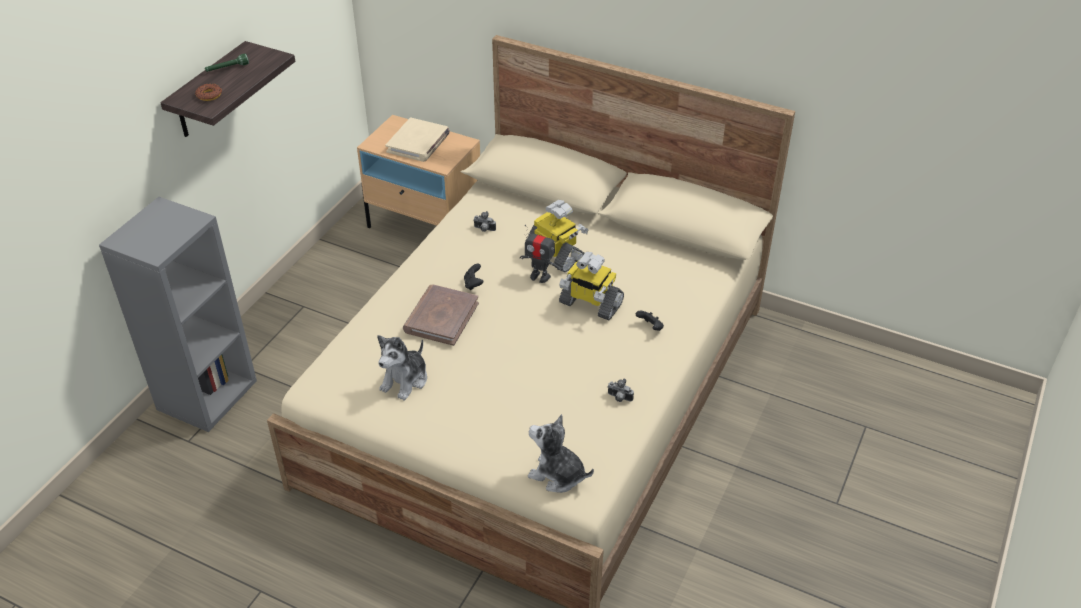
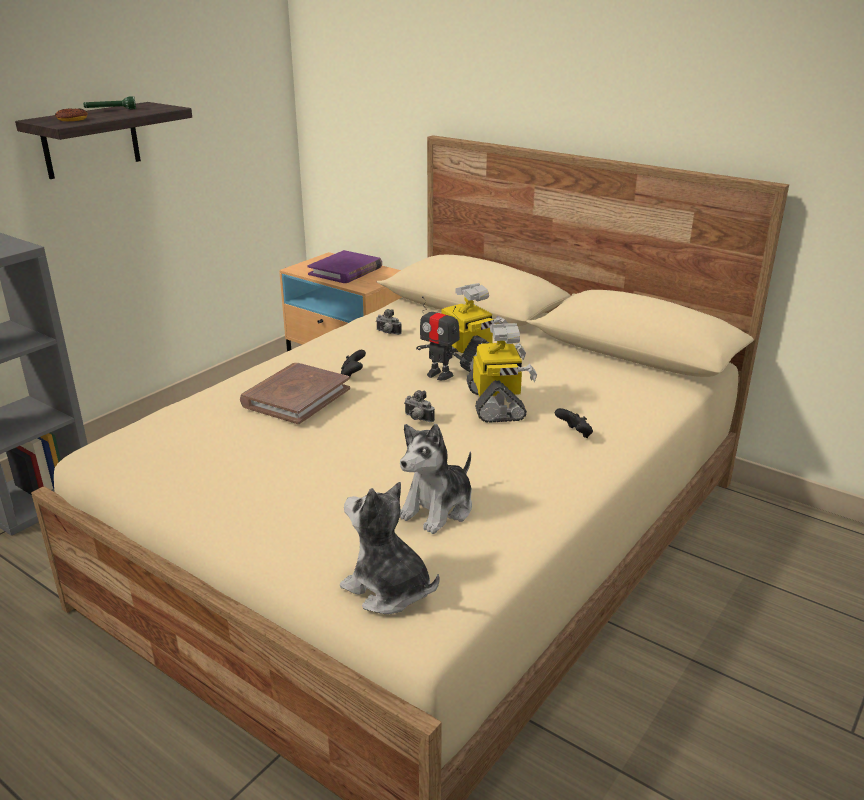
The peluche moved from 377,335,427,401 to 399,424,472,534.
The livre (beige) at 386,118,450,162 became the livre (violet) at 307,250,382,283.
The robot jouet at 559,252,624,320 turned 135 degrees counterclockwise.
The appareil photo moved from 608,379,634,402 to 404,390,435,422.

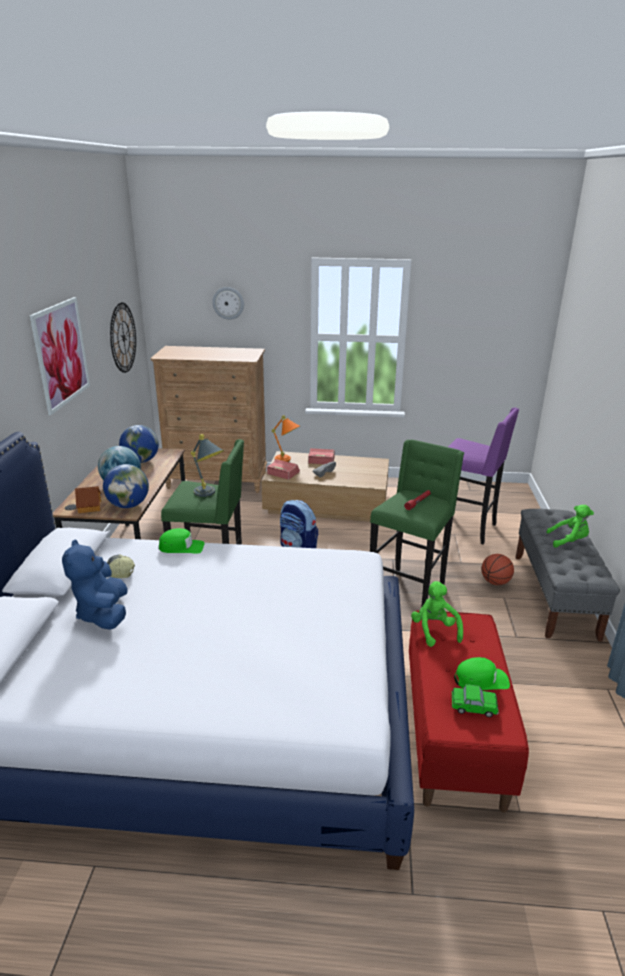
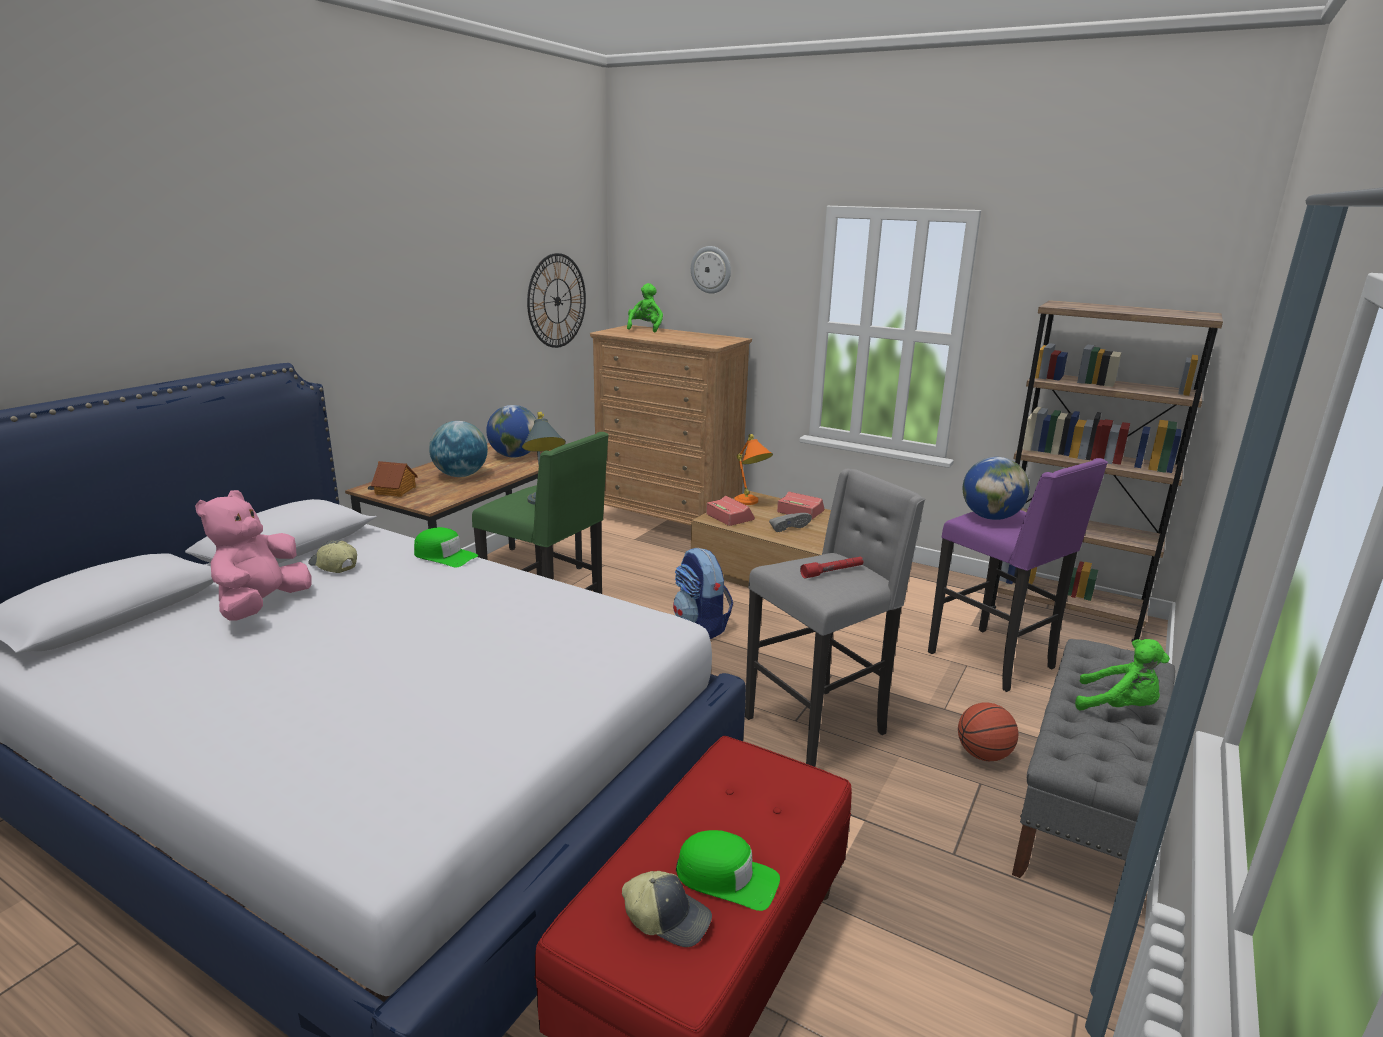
The tableau at 29,297,90,415 disappeared.
The peluche (bleu) at 62,539,128,630 became the peluche (rose) at 195,490,312,621.
The globe moved from 103,464,149,508 to 963,457,1030,520.
The tabouret (vert) at 370,440,464,608 became the tabouret (gris) at 745,469,925,767.
The peluche (vert) moved from 411,581,463,647 to 627,283,663,333.
The petite voiture at 452,684,499,717 was replaced by the casquette at 622,871,712,947.
The bibliothèque (marron) at 991,300,1223,642 appeared.

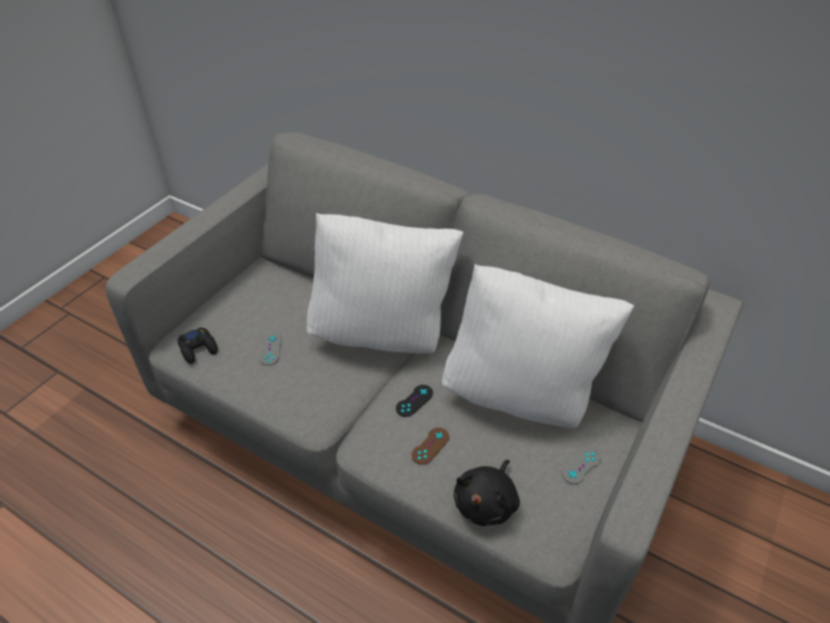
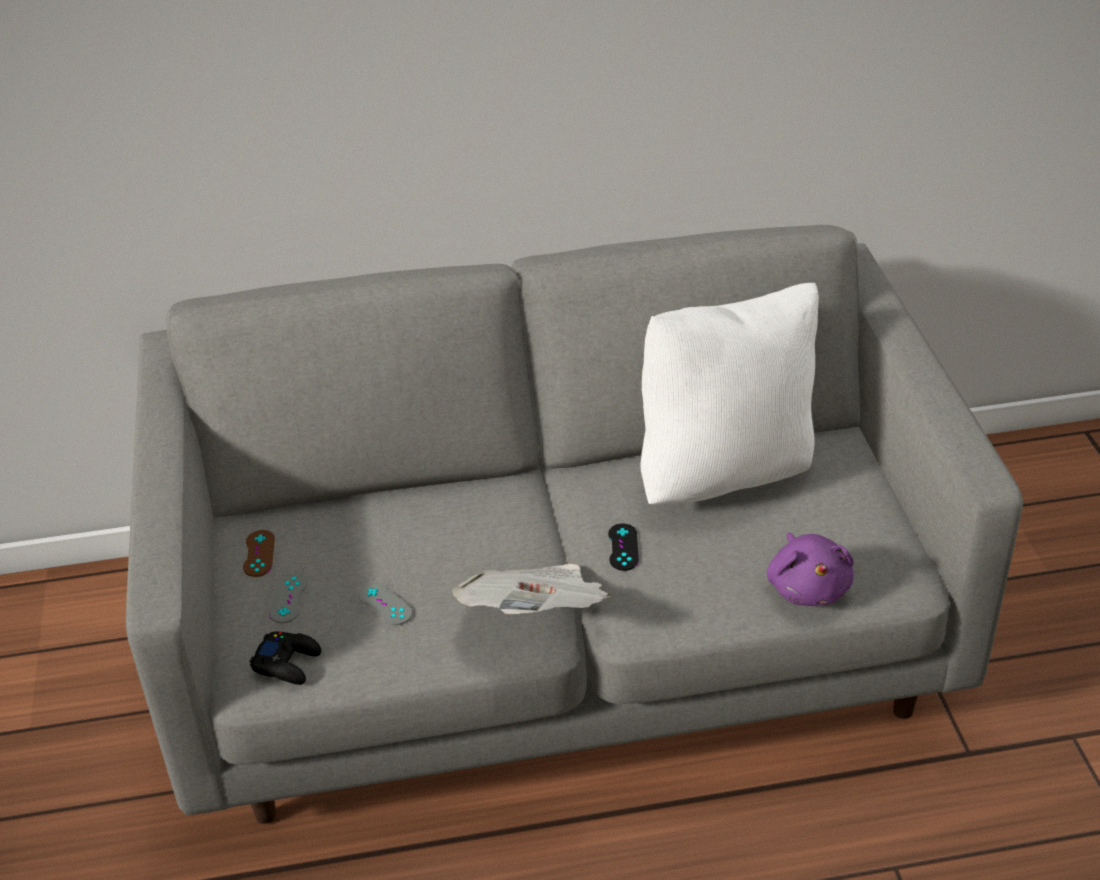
The coussin (blanc) at 307,213,464,354 disappeared.
The manette (marron) moved from 412,428,449,465 to 243,530,275,577.
The peluche (noir) at 453,460,520,526 became the peluche (violet) at 767,533,854,606.
The manette (gris) moved from 562,448,601,484 to 269,573,307,623.
The journal at 452,564,610,614 appeared.

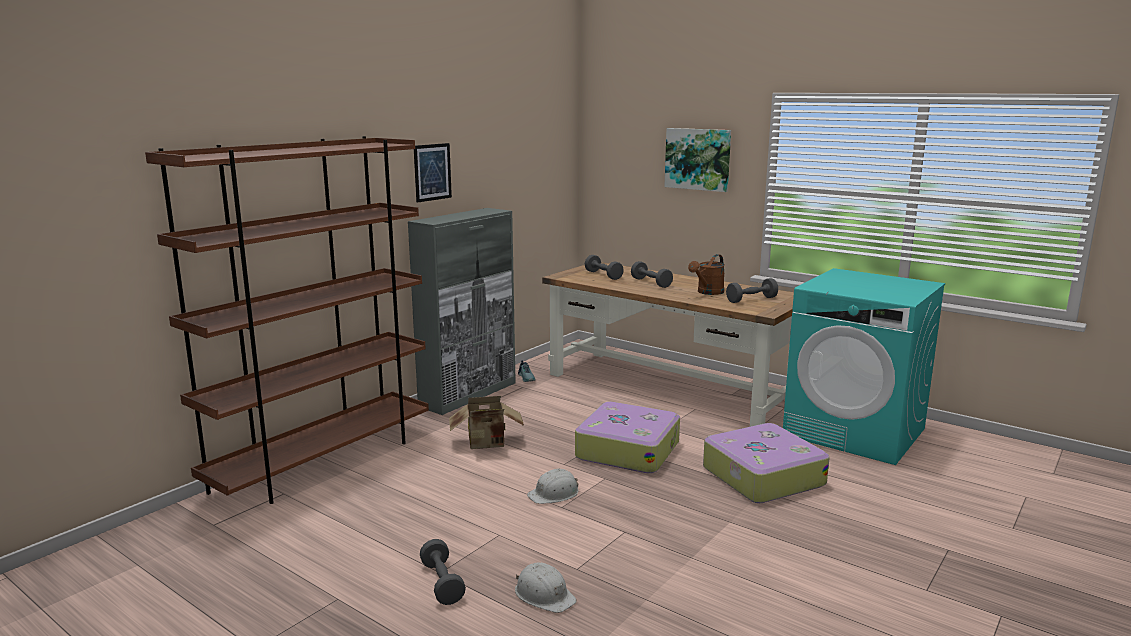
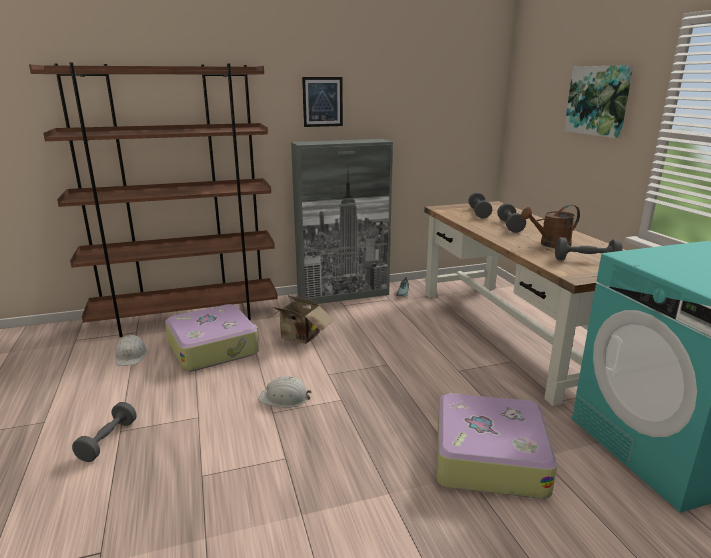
The casque de chantier (blanc) moved from 515,563,577,613 to 115,335,148,366.
The valise moved from 575,402,680,473 to 165,304,259,372.

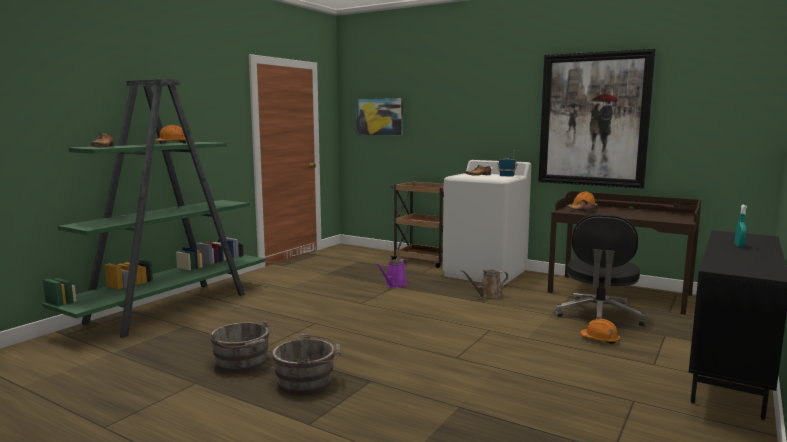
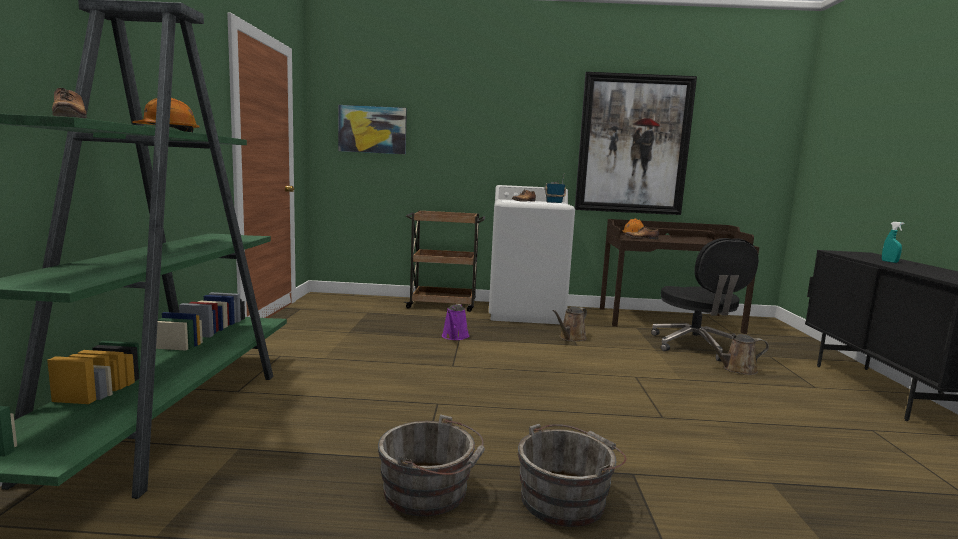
The casque de chantier (orange) at 580,319,620,344 was replaced by the arrosoir (marron) at 699,328,769,375.

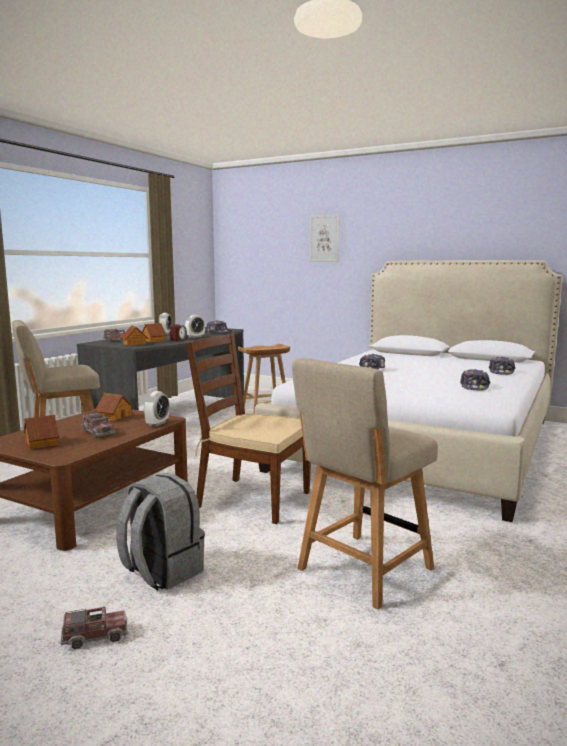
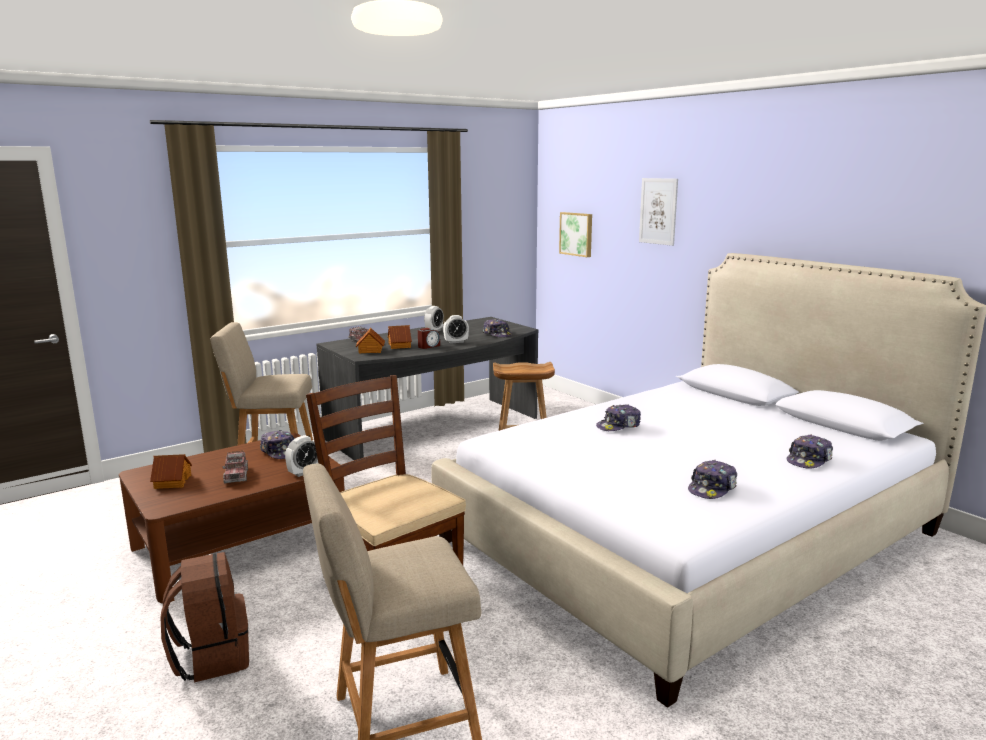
The camion jouet at 60,606,128,649 disappeared.
The maison miniature at 95,393,134,421 was replaced by the casquette at 260,430,295,459.
The sac à dos (gris) at 116,473,205,591 became the sac à dos (marron) at 160,552,249,683.
The tableau at 559,212,592,257 appeared.

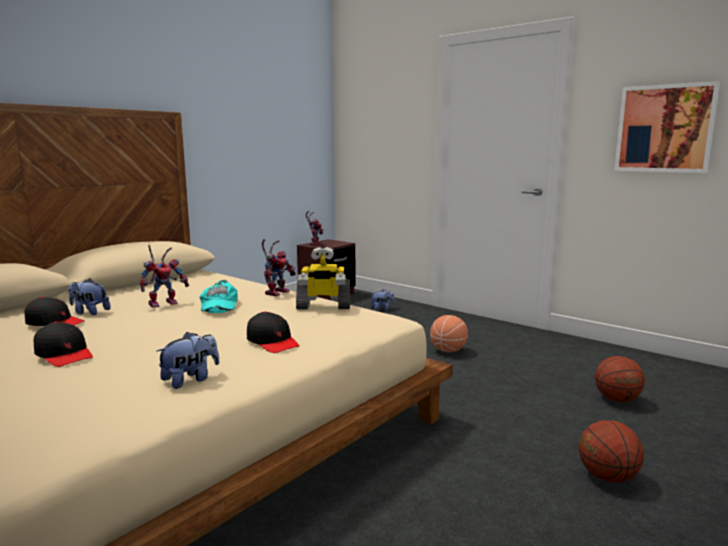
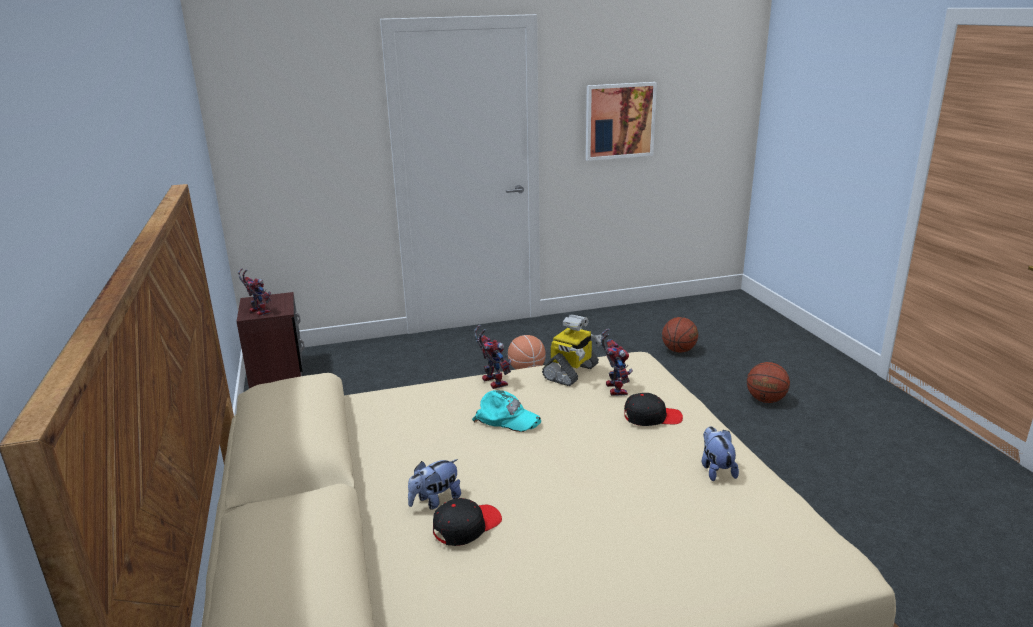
The casquette (noir) at 34,321,93,367 disappeared.
The robot jouet moved from 140,245,189,308 to 601,328,633,396.
The peluche at 370,289,395,311 disappeared.

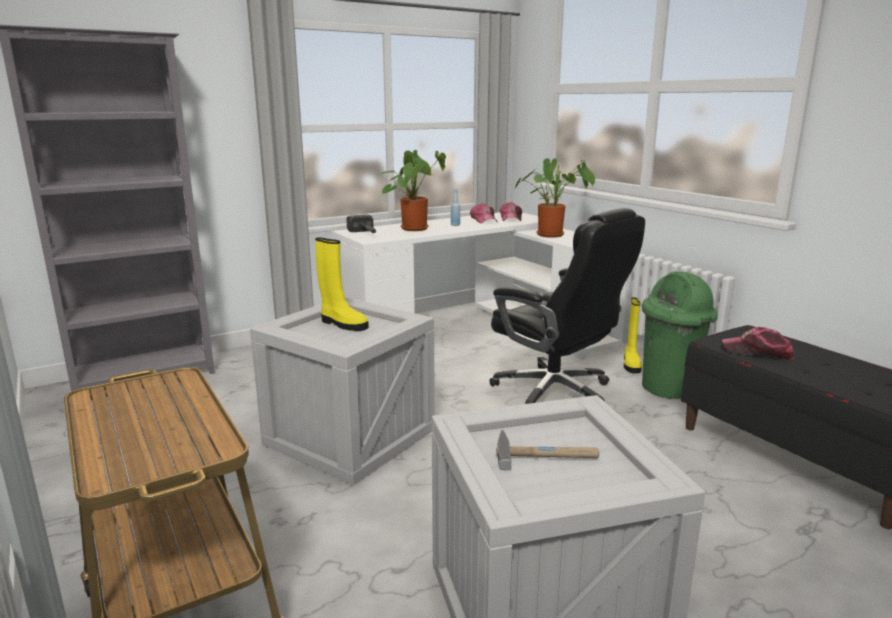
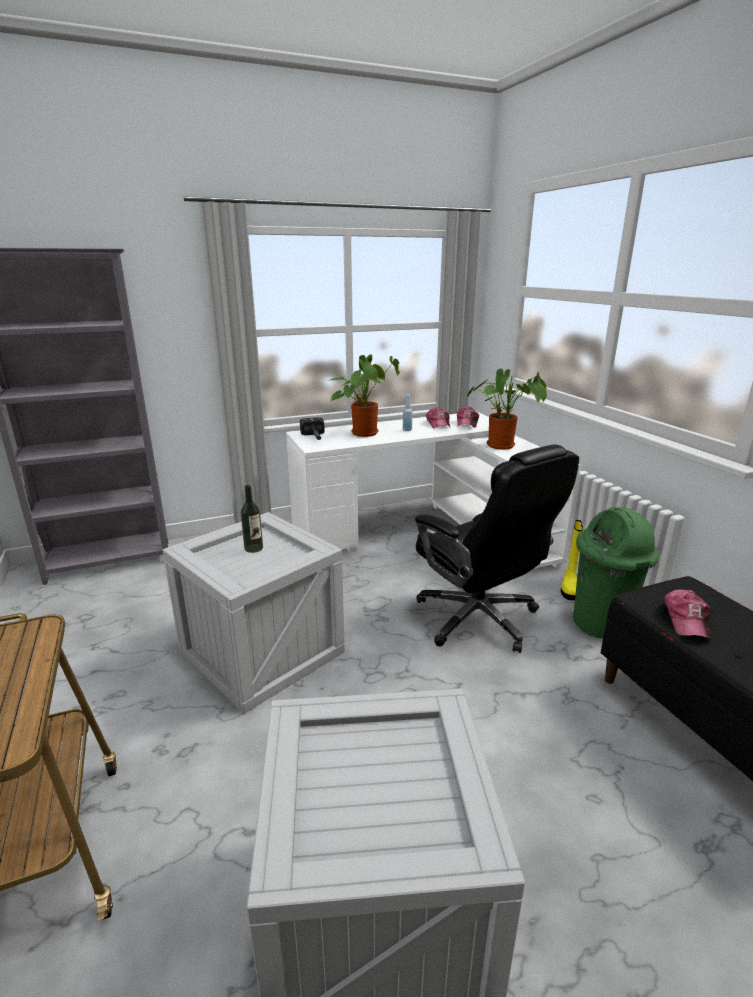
The botte (jaune) at 315,238,369,331 was replaced by the bouteille at 241,485,263,553.
The marteau at 496,430,599,470 disappeared.
The casquette at 722,327,795,359 turned 105 degrees counterclockwise.

